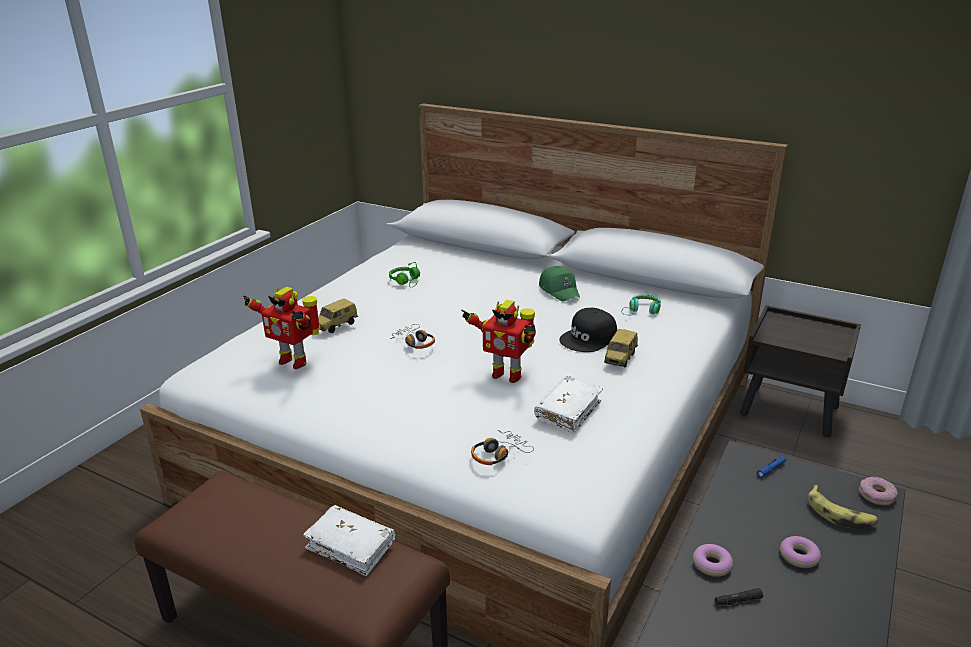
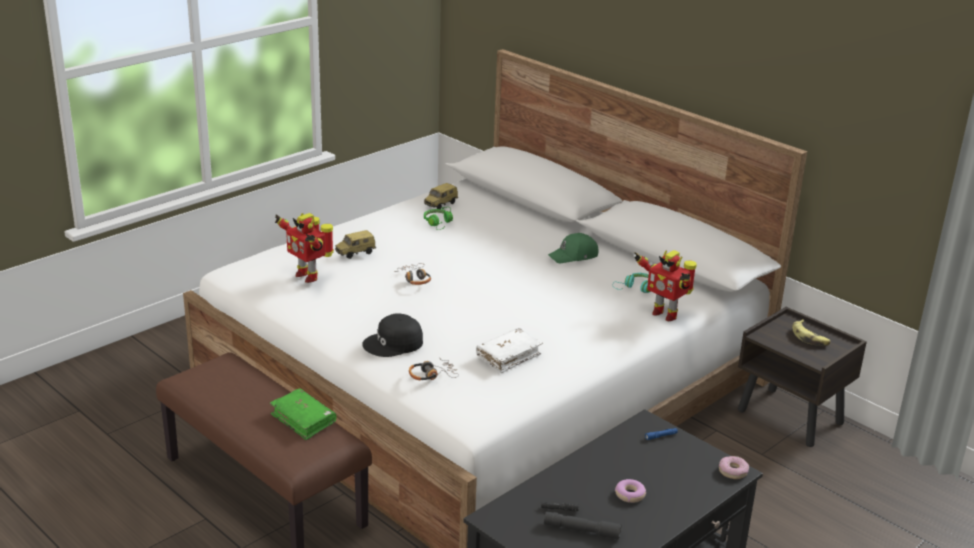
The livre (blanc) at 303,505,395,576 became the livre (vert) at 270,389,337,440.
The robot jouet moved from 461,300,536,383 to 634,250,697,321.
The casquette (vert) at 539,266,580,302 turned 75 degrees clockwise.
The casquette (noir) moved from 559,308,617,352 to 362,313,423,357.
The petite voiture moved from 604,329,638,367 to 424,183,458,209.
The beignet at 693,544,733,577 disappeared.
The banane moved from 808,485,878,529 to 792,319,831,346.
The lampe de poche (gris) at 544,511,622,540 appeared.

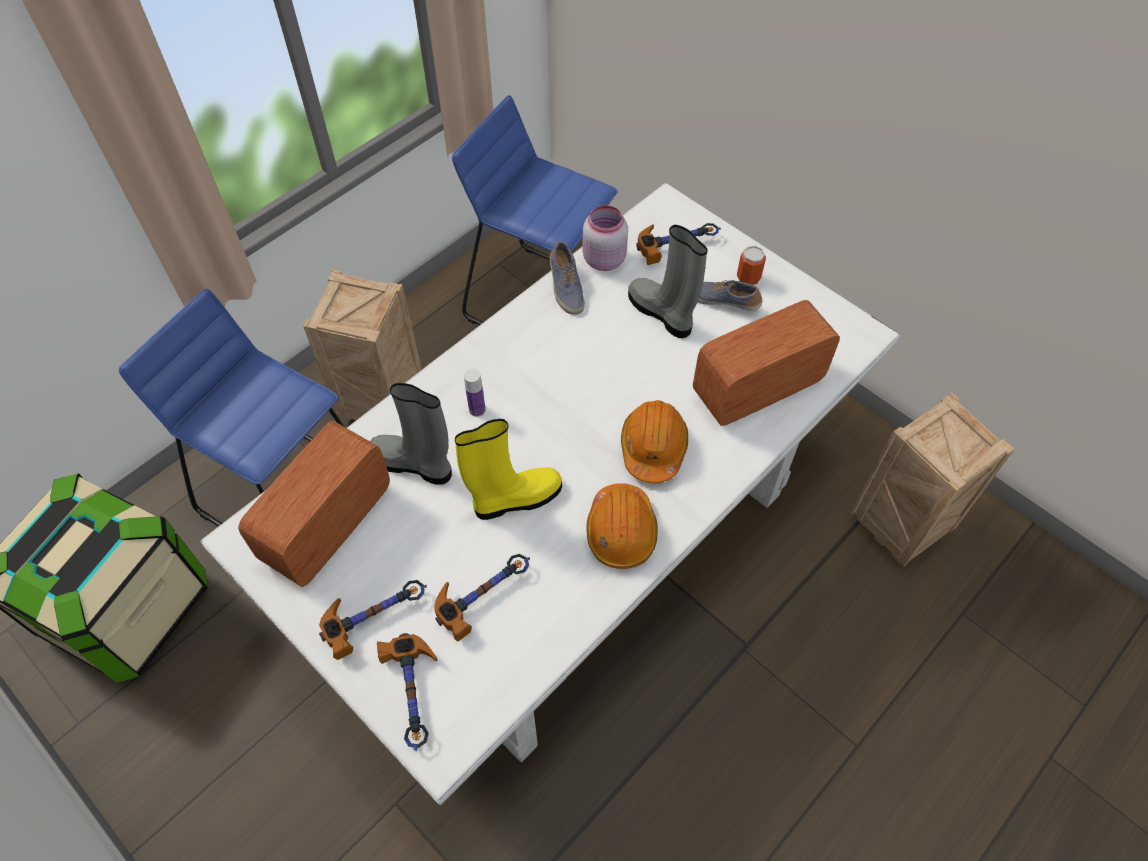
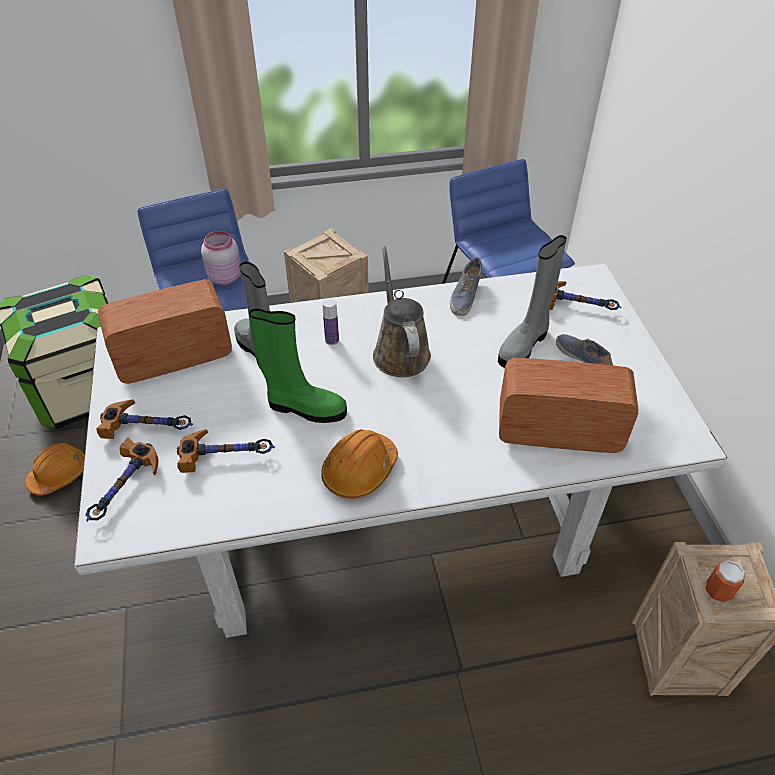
The botte (jaune) at 455,419,562,520 became the botte (vert) at 249,309,347,423.
The bocal (rose) moved from 582,205,628,271 to 201,231,241,285.
The casque de chantier (orange) moved from 621,400,688,483 to 26,443,85,495.
The botte (gris) at 628,225,708,338 turned 135 degrees counterclockwise.
The boîte métallique moved from 737,245,766,285 to 706,560,745,603.
The arrosoir (marron) at 373,246,431,377 appeared.

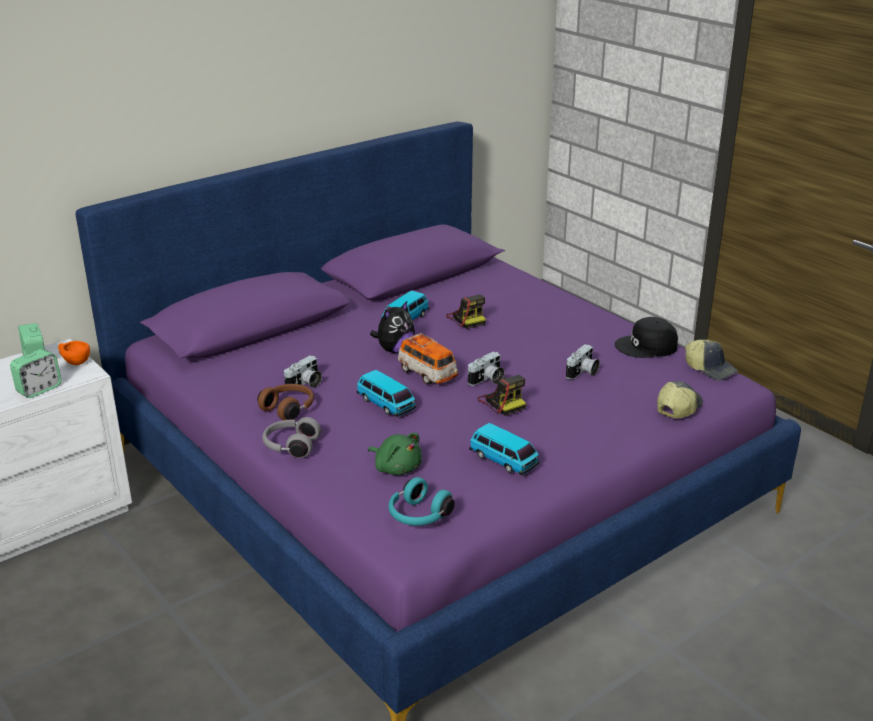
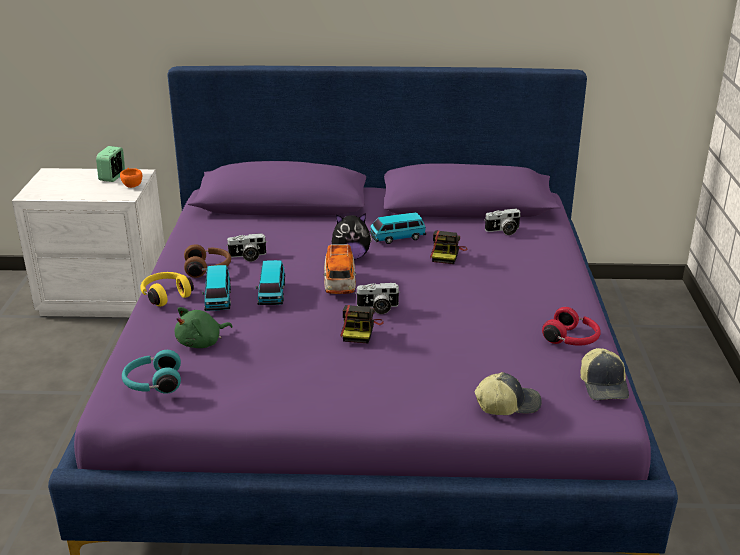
The réveil at 10,349,61,398 disappeared.
The casque audio (gris) at 262,417,321,458 became the casque audio (jaune) at 140,272,194,307.
The peluche (vert) at 368,433,422,475 turned 60 degrees clockwise.
The petite voiture moved from 469,423,540,475 to 202,265,231,311.
The appareil photo moved from 566,344,600,379 to 485,209,521,235.
The casquette (noir) at 615,317,678,358 was replaced by the casque audio (rouge) at 542,307,601,346.

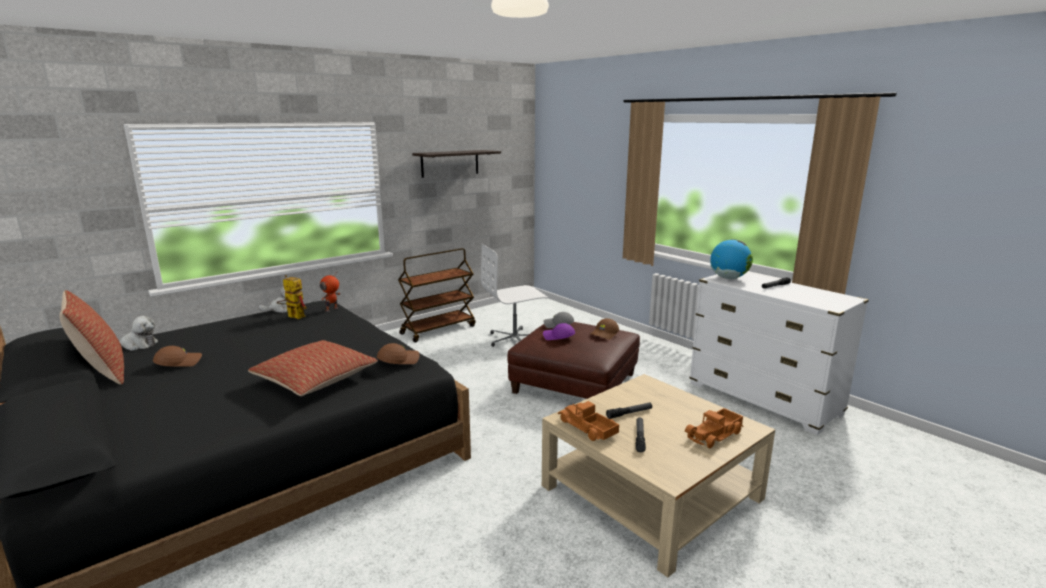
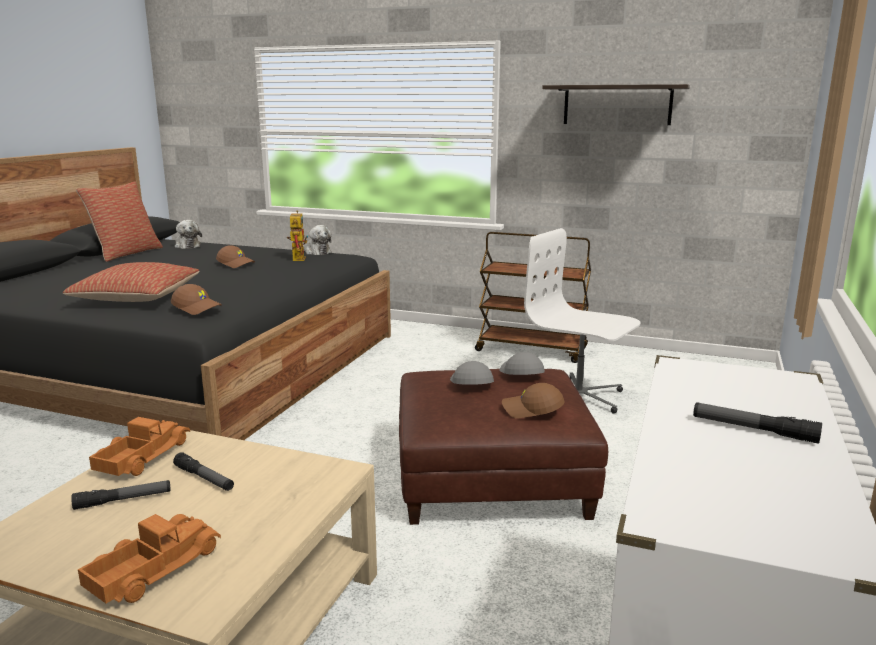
The casquette (marron) moved from 153,346,202,367 to 216,246,255,268.
The robot jouet at 320,271,340,312 disappeared.
The casquette (violet) at 543,323,575,340 became the casquette (gris) at 450,361,494,385.
The camion jouet at 685,408,744,448 turned 105 degrees clockwise.
The globe at 710,239,753,279 disappeared.

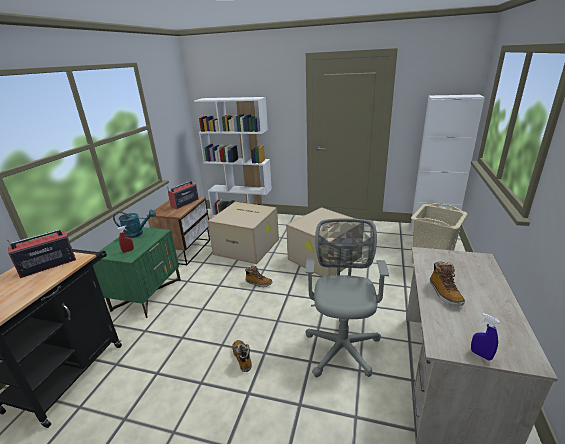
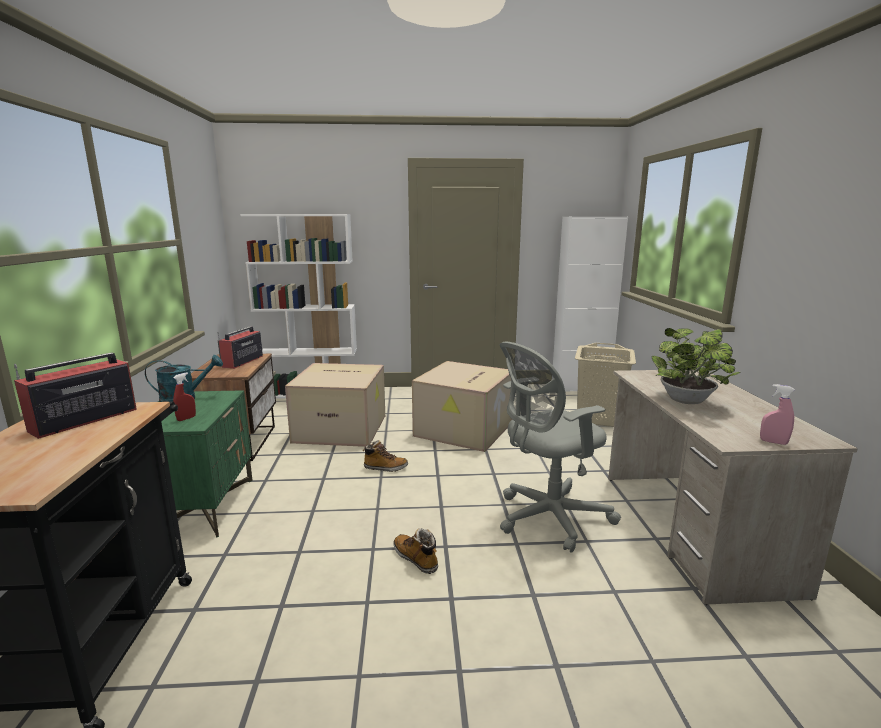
The chaise de bureau (gris) at 305,218,389,377 turned 105 degrees counterclockwise.
The botte at 430,262,465,306 was replaced by the plante en pot at 651,328,741,404.
The vaporisateur (bleu) at 471,313,500,361 became the vaporisateur (rose) at 760,384,795,445.

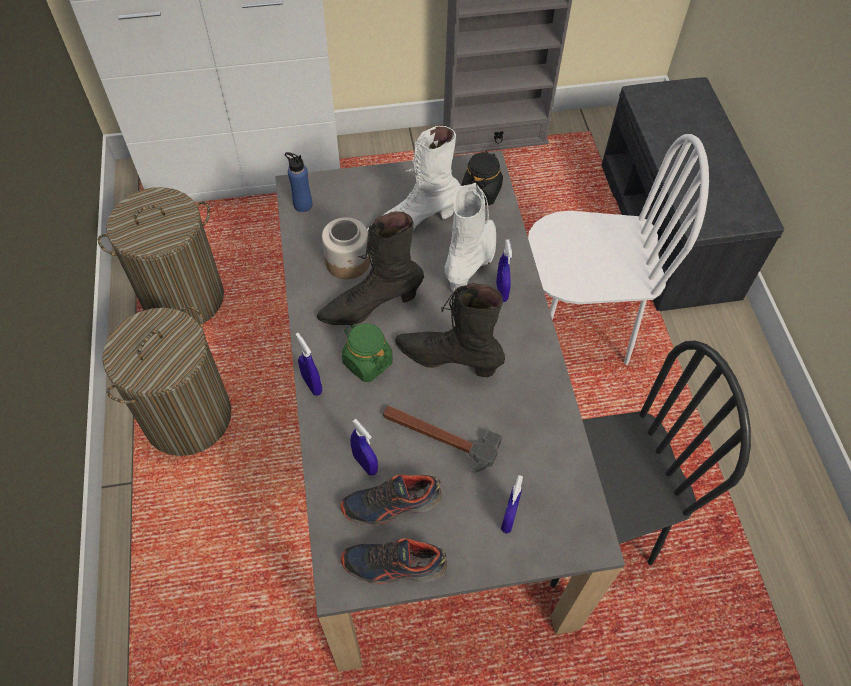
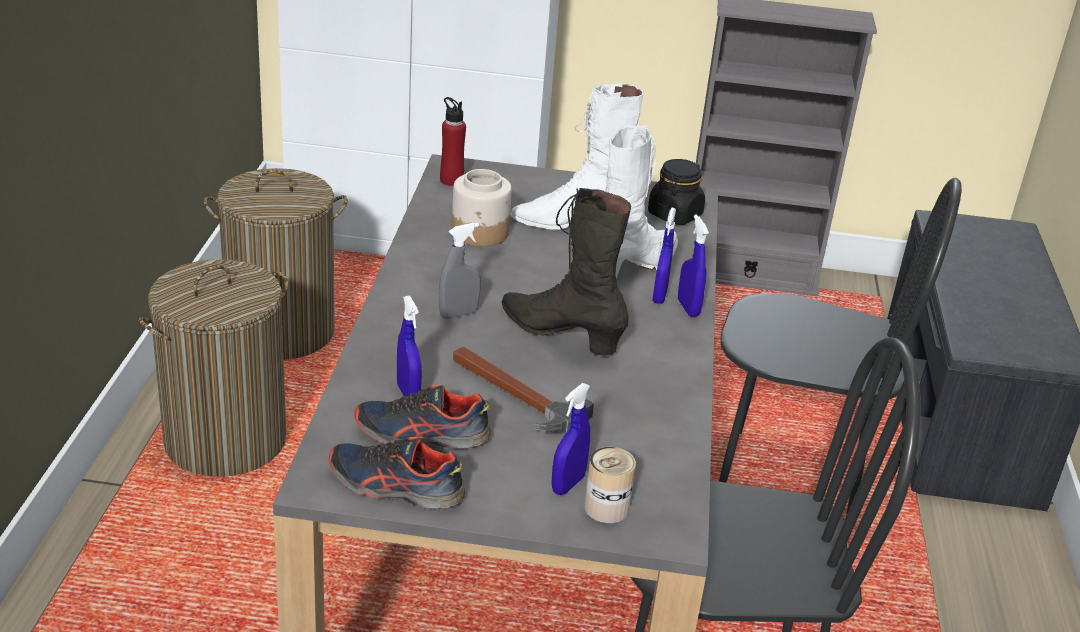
The bouteille (bleu) at 285,152,312,212 became the bouteille (rouge) at 440,97,466,186.
The vaporisateur (bleu) moved from 296,333,322,396 to 678,214,709,317.
The botte (noir) at 317,211,424,325 disappeared.
The bocal (vert) at 342,323,393,382 was replaced by the vaporisateur (gris) at 439,223,481,319.
The chaise (blanc) at 528,134,709,365 became the chaise (noir) at 719,178,962,516.
The boîte métallique at 584,447,636,523 appeared.

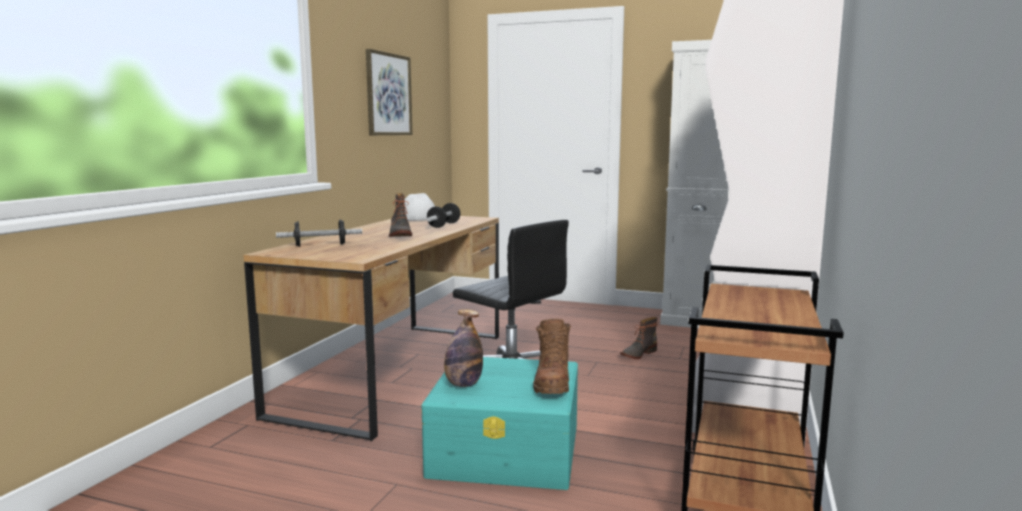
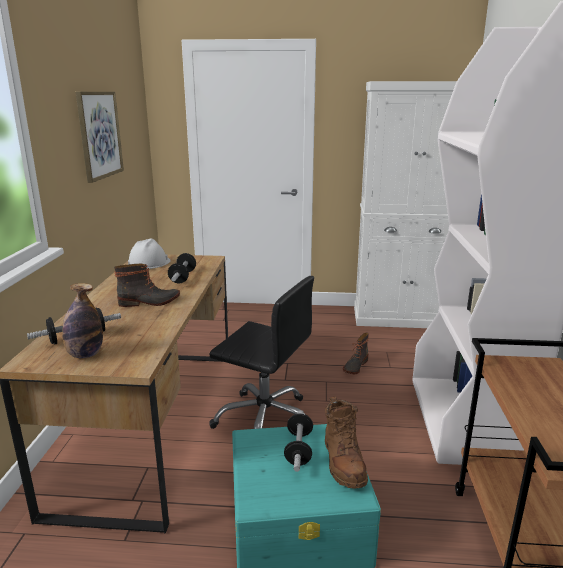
The botte at 389,193,412,237 turned 75 degrees counterclockwise.
The bouteille moved from 444,309,483,387 to 62,283,103,358.
The haltère at 284,410,313,472 appeared.

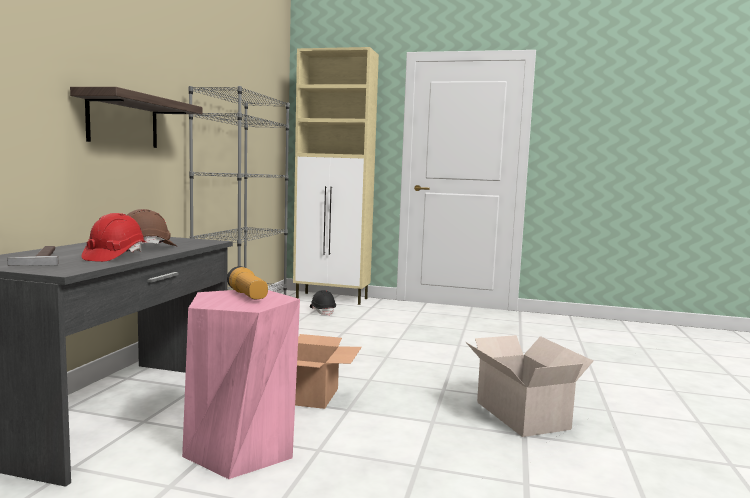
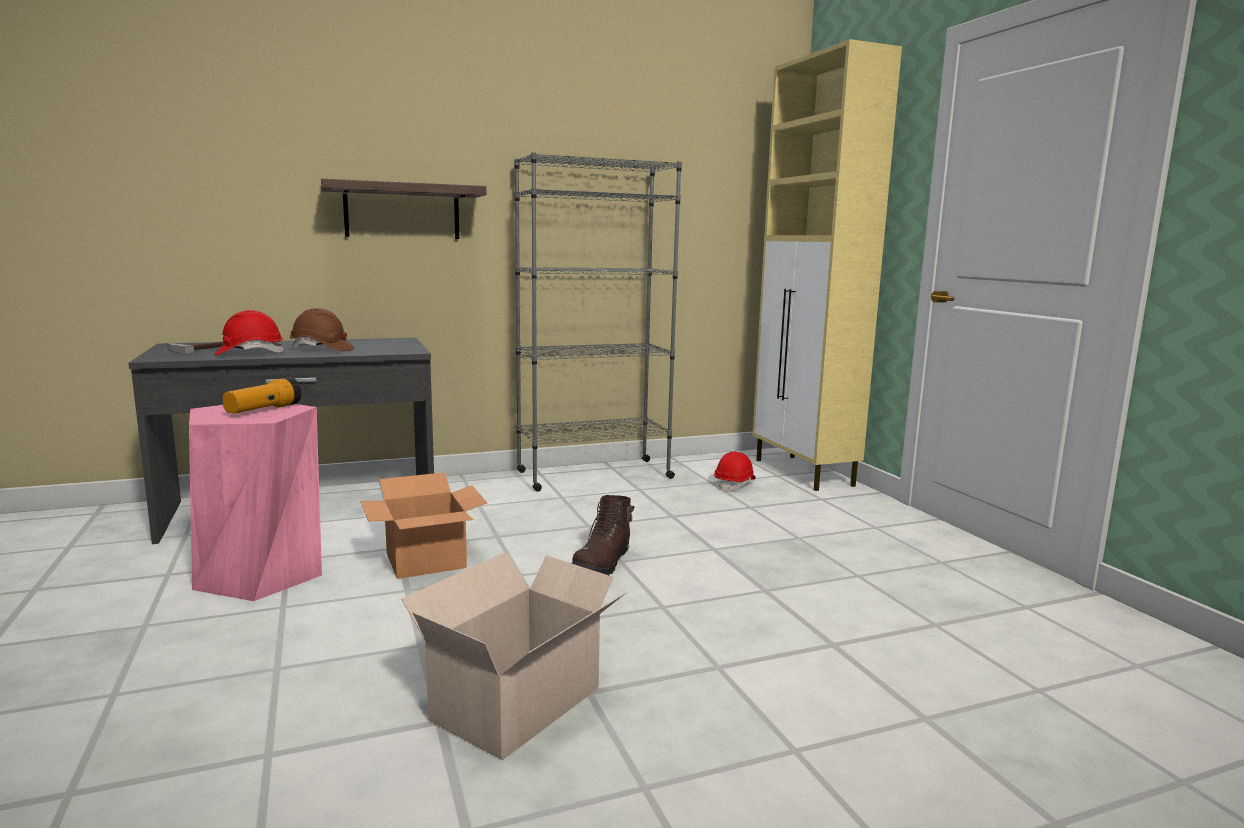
The casque de chantier (noir) at 310,290,336,316 became the casque de chantier (rouge) at 714,451,756,492.
The botte (marron) at 572,495,634,575 appeared.

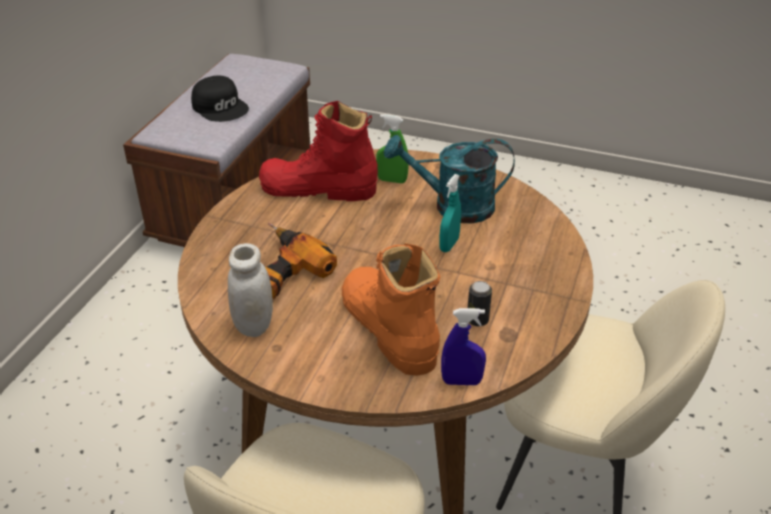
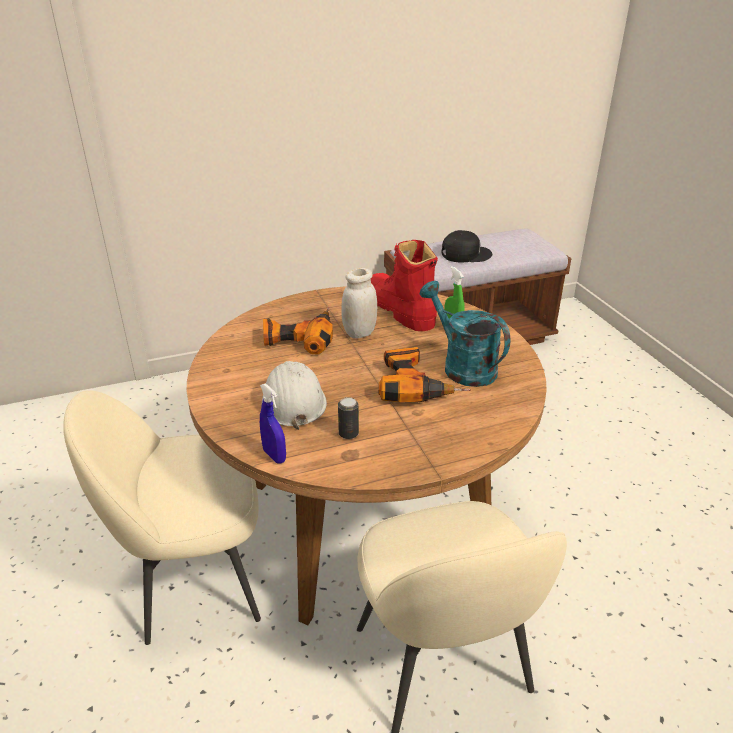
The casquette (noir) at 191,75,249,122 turned 105 degrees counterclockwise.
The bocal (blanc) moved from 228,243,273,337 to 341,268,377,339.
The botte (orange) at 342,243,440,376 was replaced by the casque de chantier (blanc) at 262,361,327,430.
The vaporisateur (turquoise) at 439,174,461,252 was replaced by the perceuse at 379,347,471,402.

